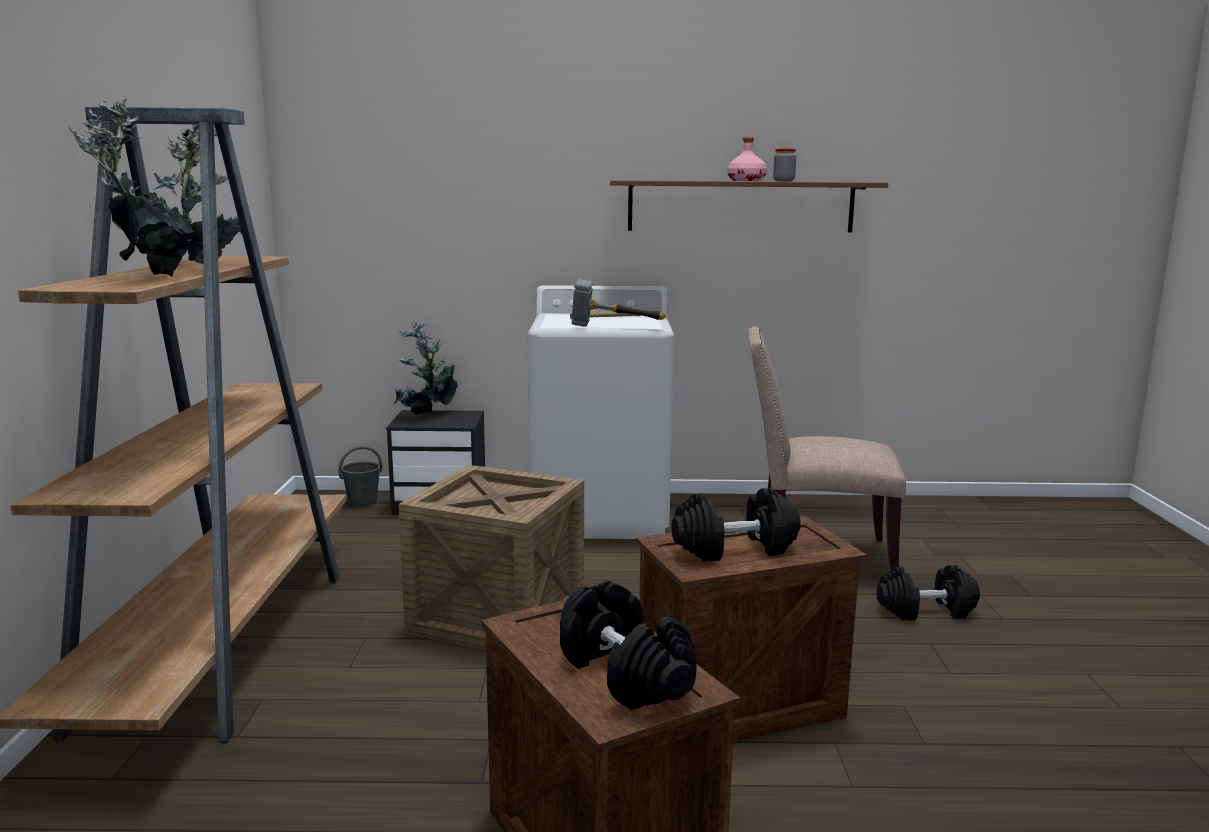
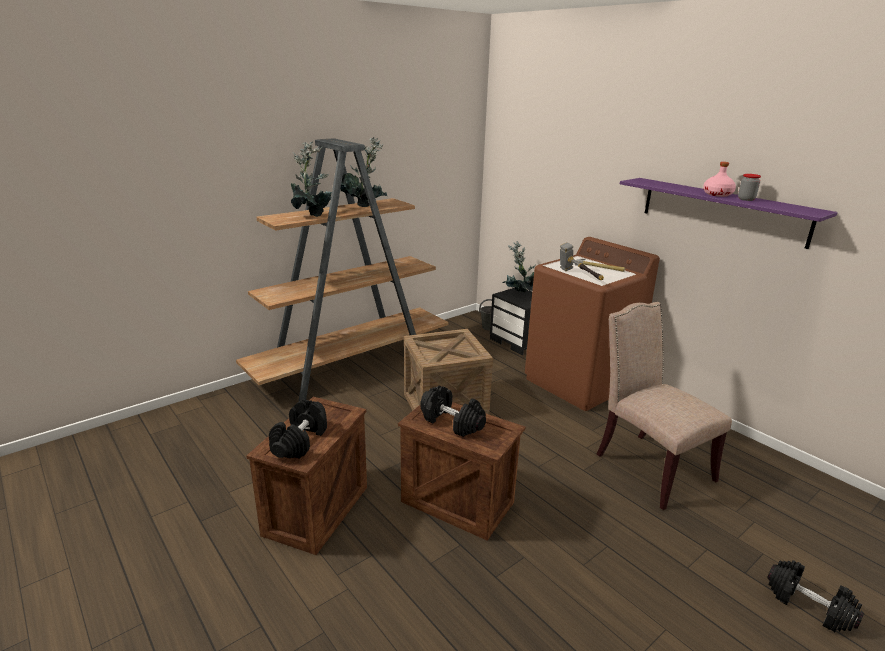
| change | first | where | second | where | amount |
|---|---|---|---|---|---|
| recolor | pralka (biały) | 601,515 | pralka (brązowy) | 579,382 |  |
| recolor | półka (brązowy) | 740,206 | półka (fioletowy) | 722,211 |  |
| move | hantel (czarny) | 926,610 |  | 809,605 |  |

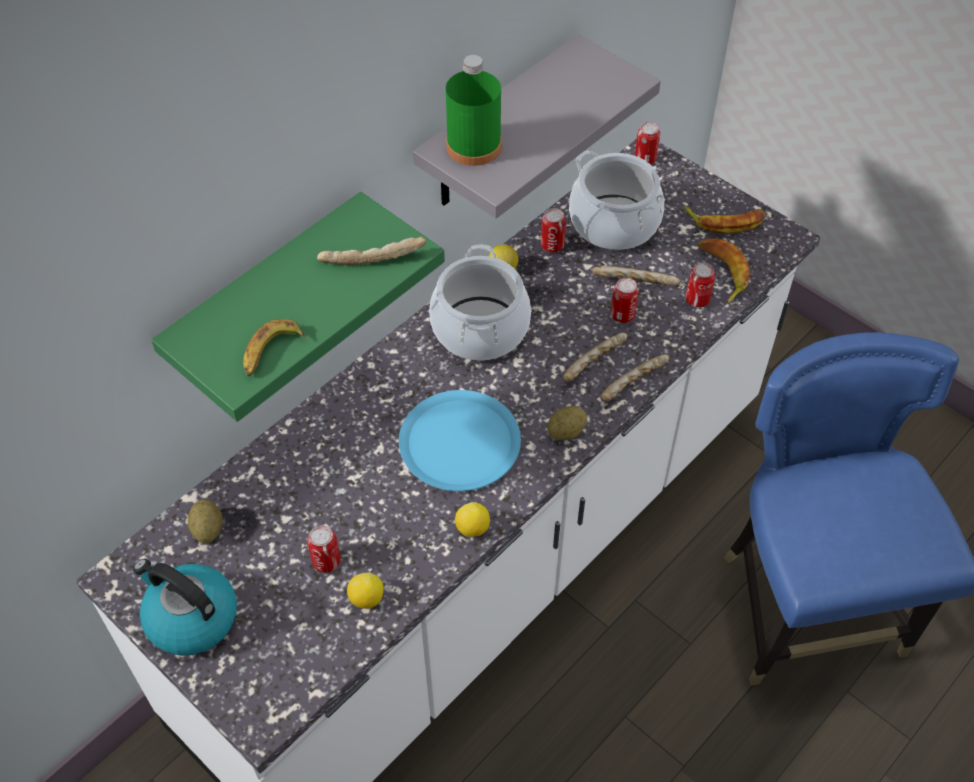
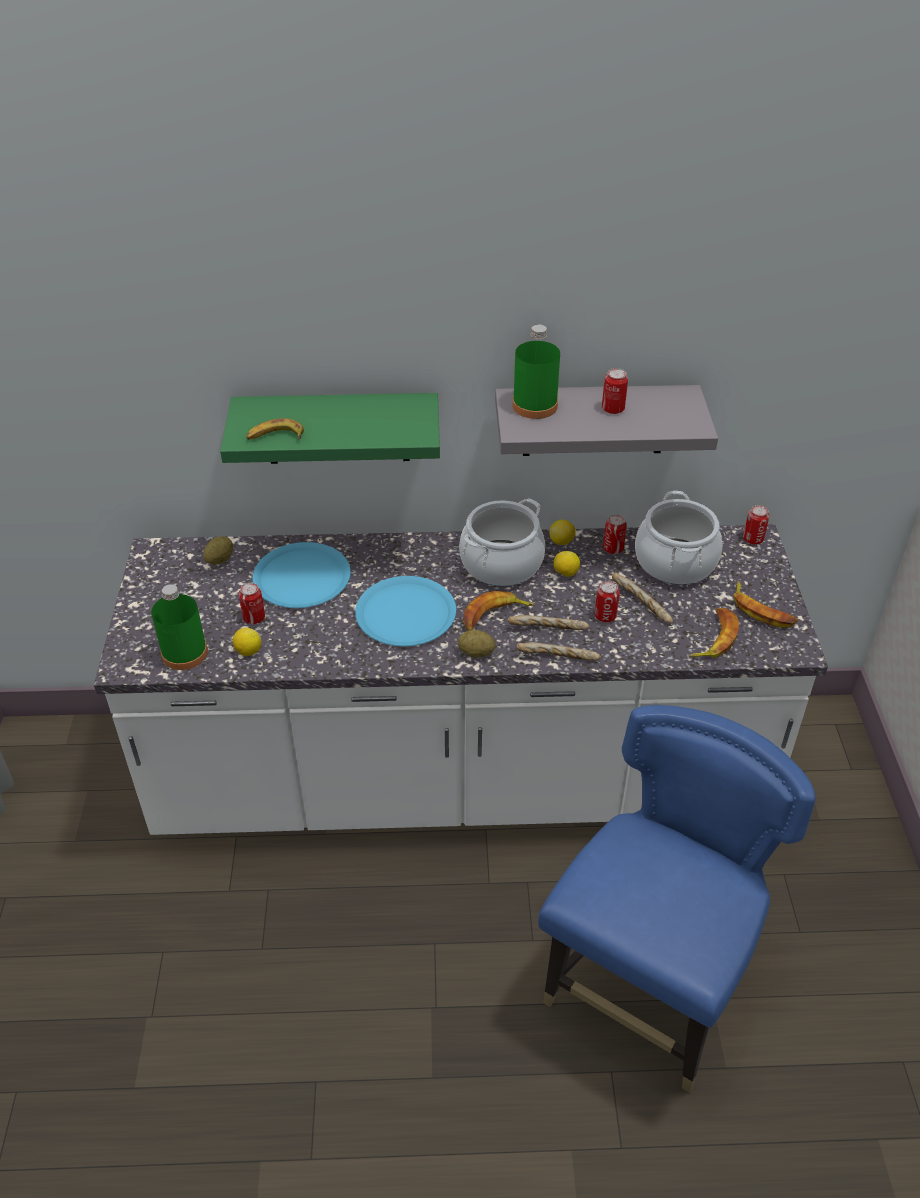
| change | first | where | second | where | amount |
|---|---|---|---|---|---|
| insert |  |  | butelka (zielony) | 184,653 |  |
| insert |  |  | talerz (niebieski) | 302,577 |  |
| insert |  |  | banan | 494,616 |  |
| move | cytryna | 472,528 |  | 565,573 |  |
| move | puszka | 697,300 |  | 613,409 |  |
| delete | czajnik | 190,618 |  |  |  |
| delete | chleb | 372,257 |  |  |  |

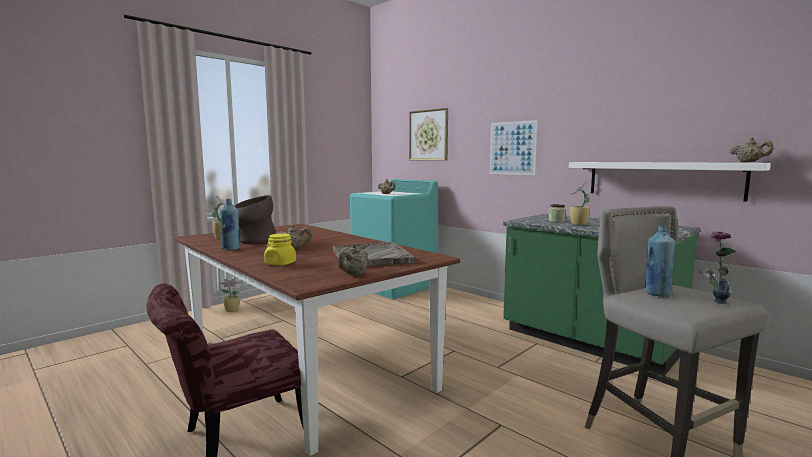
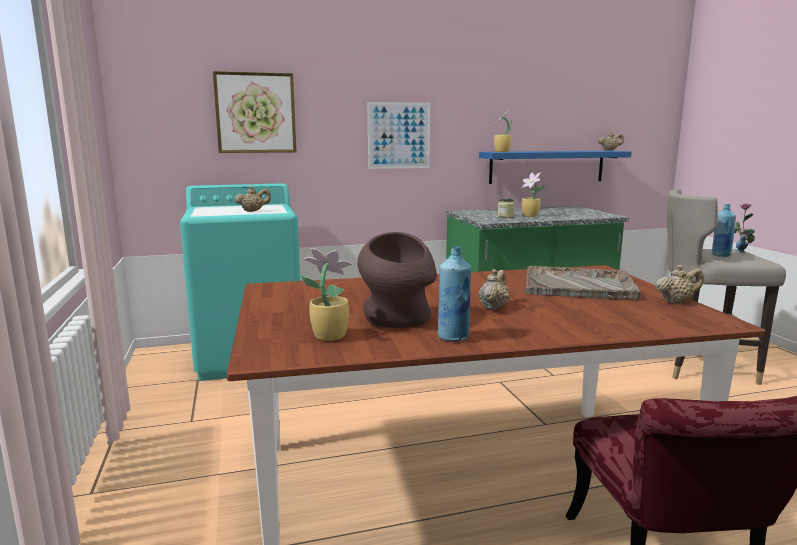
| change | first | where | second | where | amount |
|---|---|---|---|---|---|
| recolor | półka (biały) | 662,179 | półka (niebieski) | 547,166 |  |
| move | roślina doniczkowa | 231,310 |  | 502,152 |  |
| rotate | imbryk (beżowy) | 354,275 |  | 676,301 | 75 degrees counterclockwise |
| delete | słoik (żółty) | 280,263 |  |  |  |

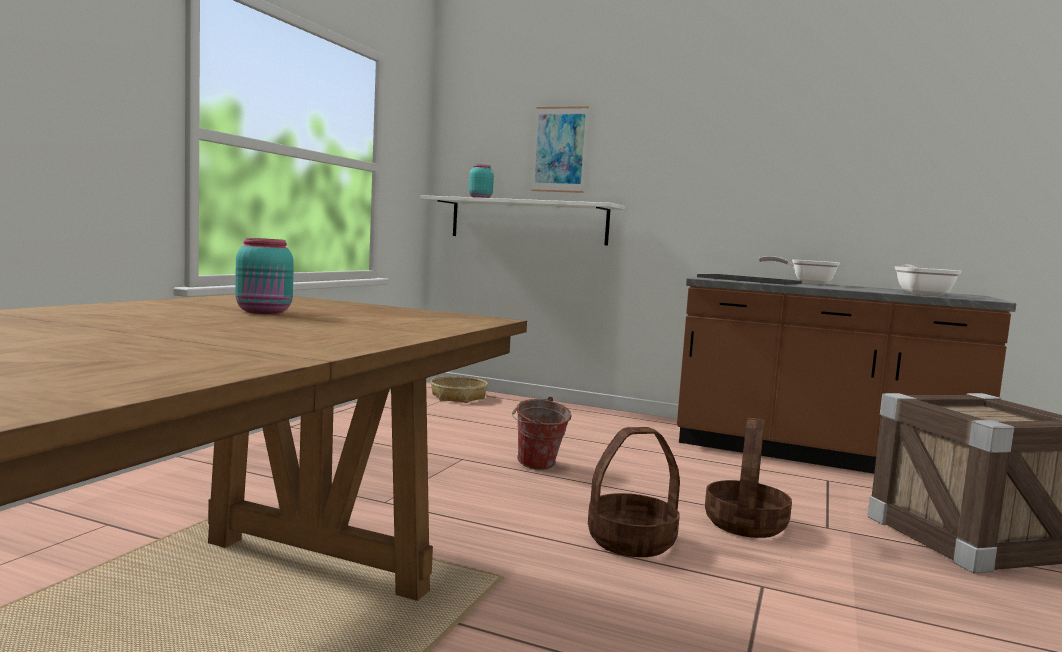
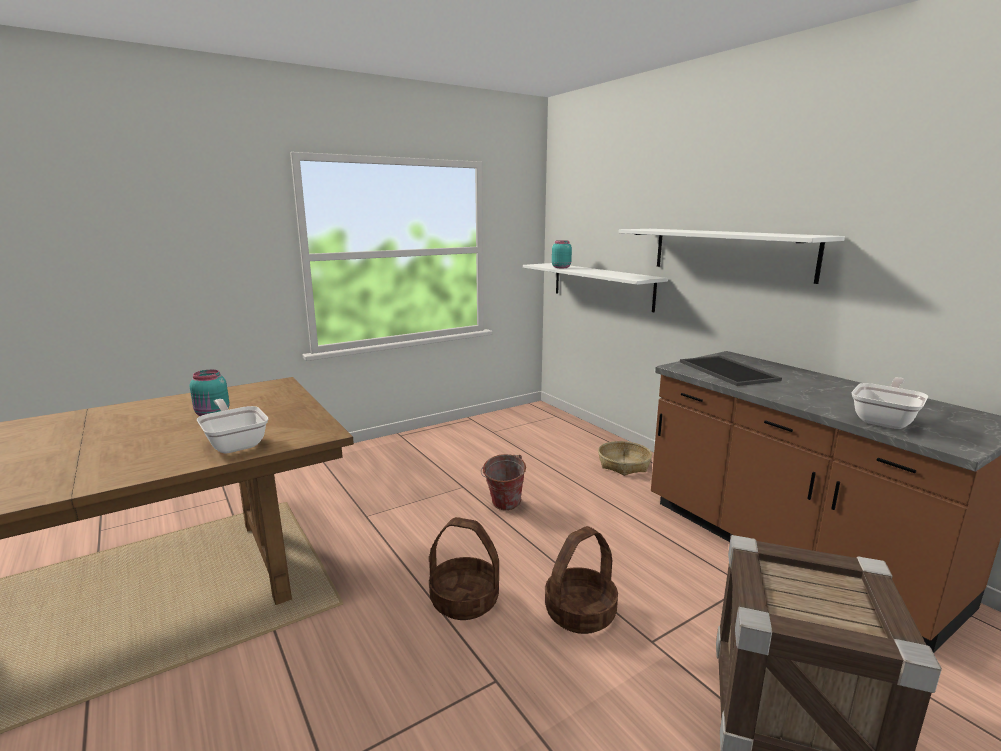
| change | first | where | second | where | amount |
|---|---|---|---|---|---|
| move | patelnia | 806,283 |  | 235,443 |  |
| move | koszyk | 458,397 |  | 623,464 |  |
| insert |  |  | półka (biały) | 729,253 |  |
| delete | obraz | 560,149 |  |  |  |

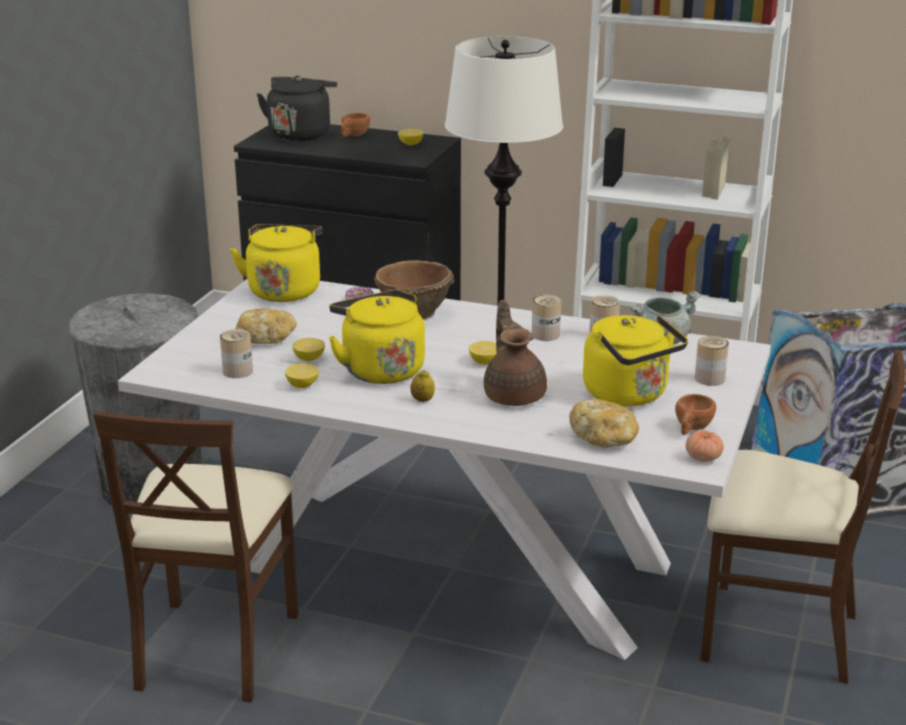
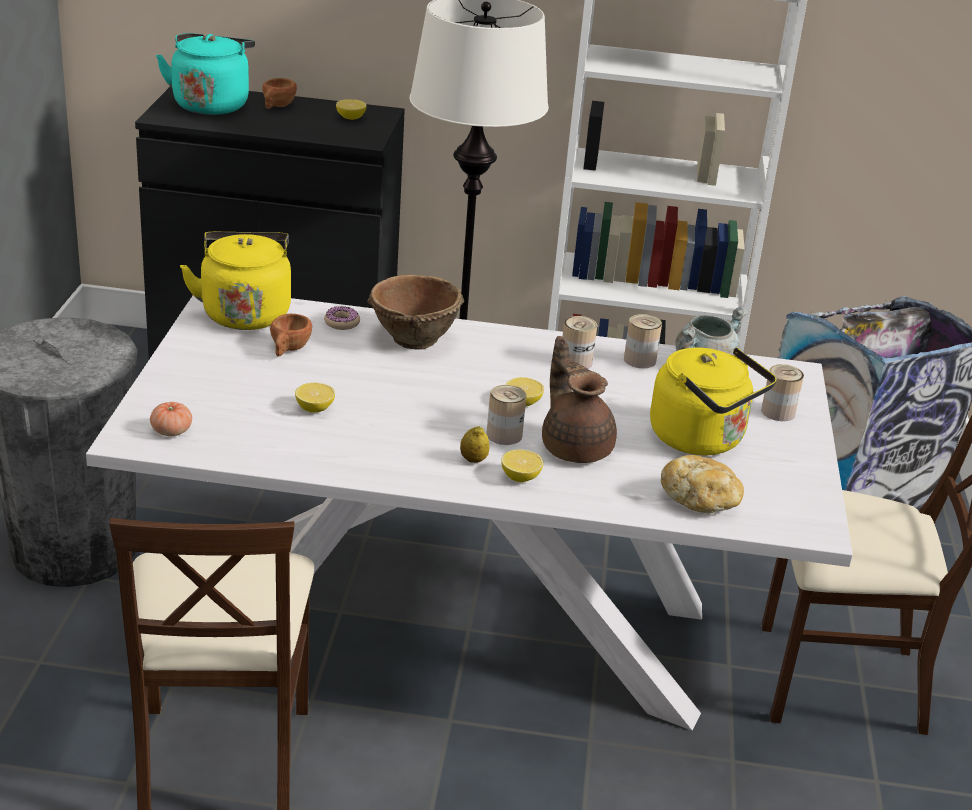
| change | first | where | second | where | amount |
|---|---|---|---|---|---|
| move | pomidor | 703,457 |  | 171,431 |  |
| recolor | czajnik (czarny) | 300,134 | czajnik (turkusowy) | 211,104 |  |
| move | filiżanka (brązowy) | 691,429 |  | 288,350 |  |
| move | puszka | 237,371 |  | 504,435 |  |
| move | cytryna | 302,385 |  | 520,477 |  |
| delete | chleb | 266,339 |  |  |  |
| delete | czajnik (żółty) | 380,369 |  |  |  |

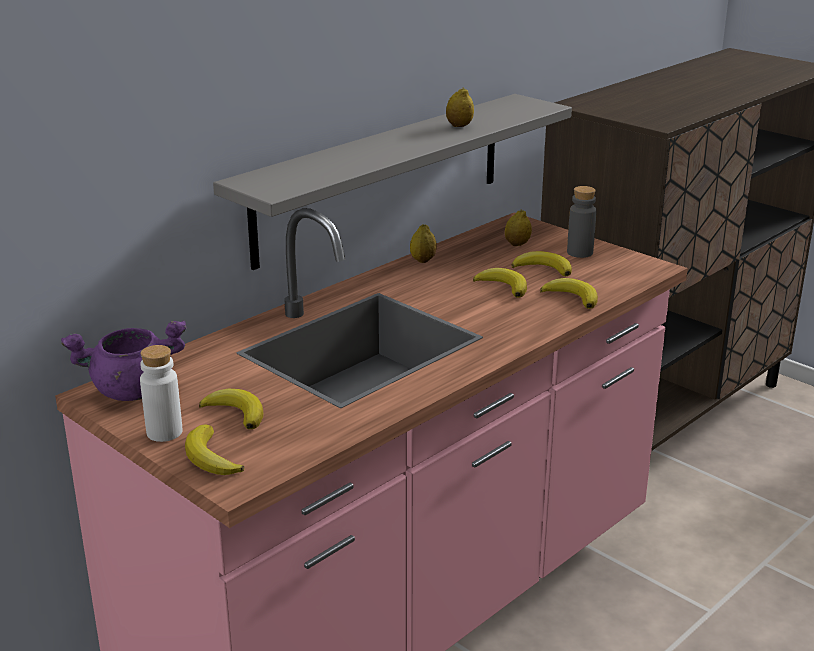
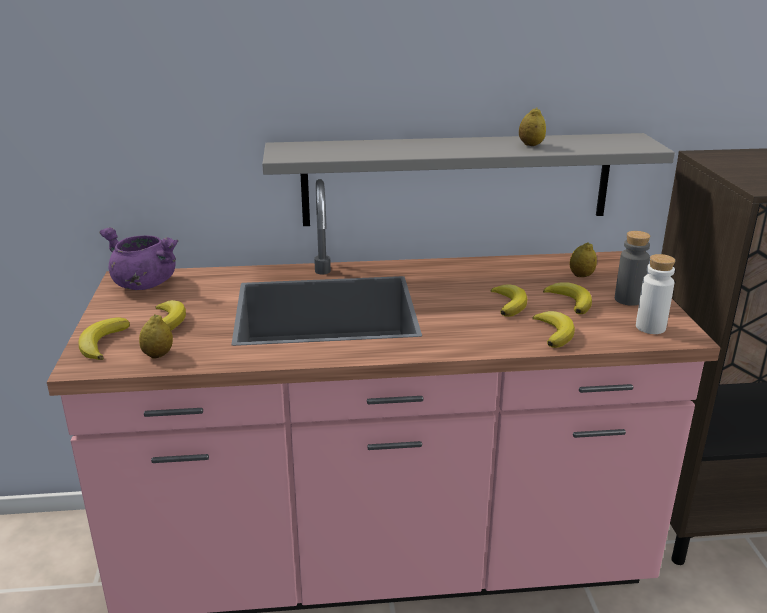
| change | first | where | second | where | amount |
|---|---|---|---|---|---|
| move | cytryna | 423,260 |  | 158,355 |  |
| move | butelka (biały) | 164,432 |  | 650,327 |  |

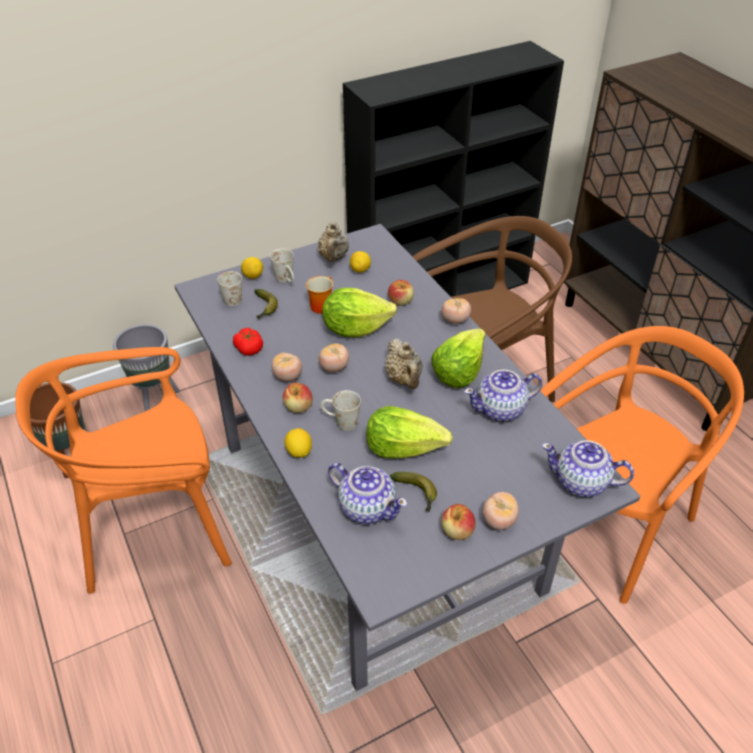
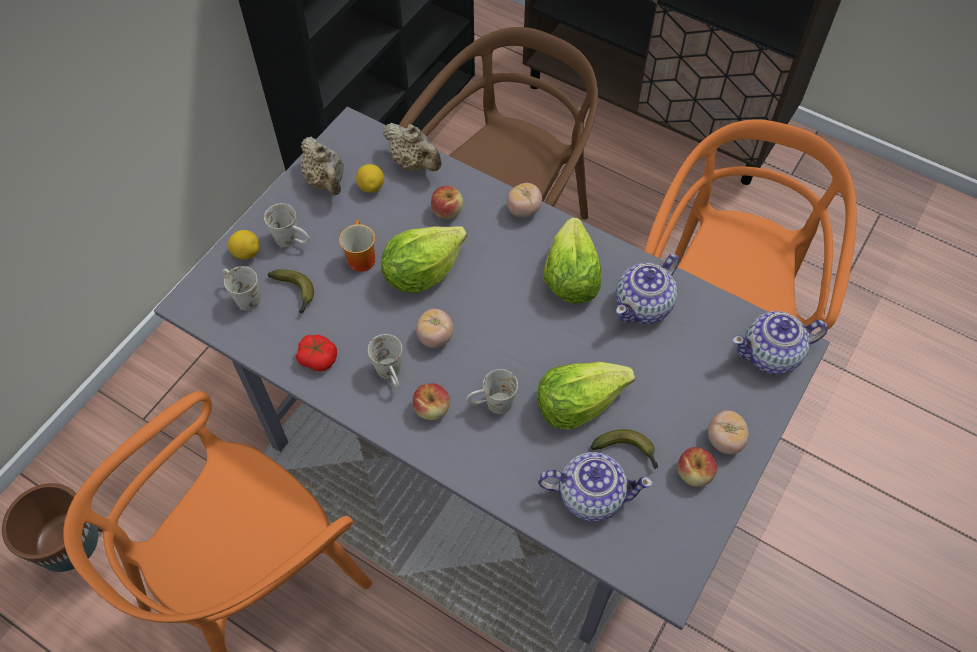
| change | first | where | second | where | amount |
|---|---|---|---|---|---|
| replace | pomidor | 287,376 | kubek (biały) | 391,375 |  |
| move | imbryk (beżowy) | 404,379 |  | 414,163 |  |
| delete | donica (szary) | 154,397 |  |  |  |
| delete | cytryna | 299,452 |  |  |  |

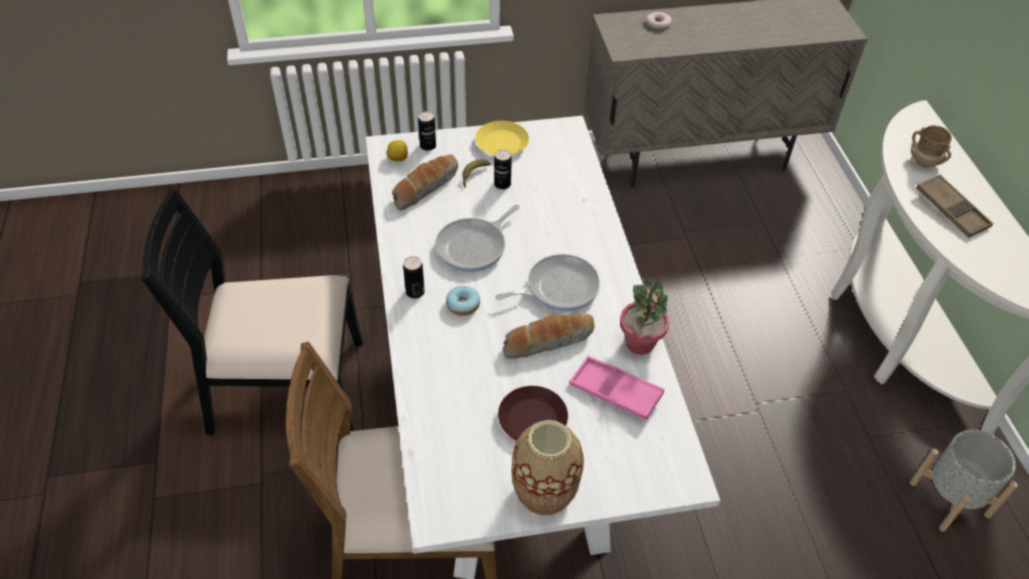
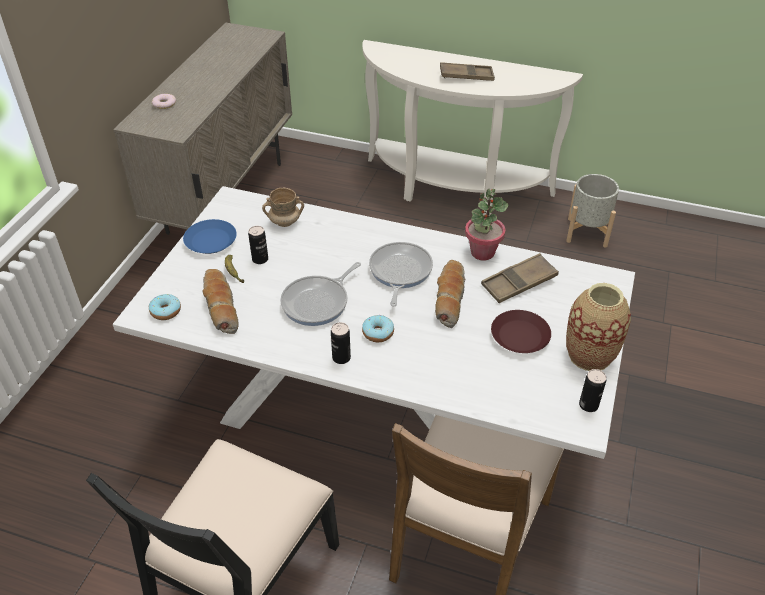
| change | first | where | second | where | amount |
|---|---|---|---|---|---|
| replace | cytryna | 398,158 | donut | 166,311 |  |
| recolor | talerz (żółty) | 502,143 | talerz (niebieski) | 211,241 |  |
| move | kubek (beżowy) | 923,161 |  | 284,222 |  |
| rotate | patelnia | 474,247 |  | 318,302 | 60 degrees clockwise |
| recolor | taca (różowy) | 615,391 | taca (brązowy) | 519,282 |  |
| move | puszka | 428,146 |  | 588,405 |  |

